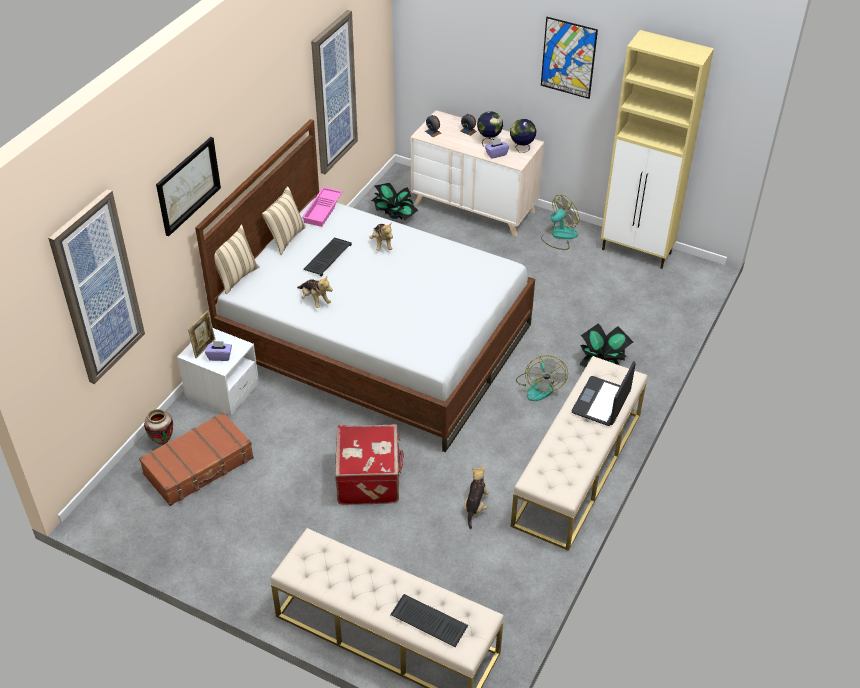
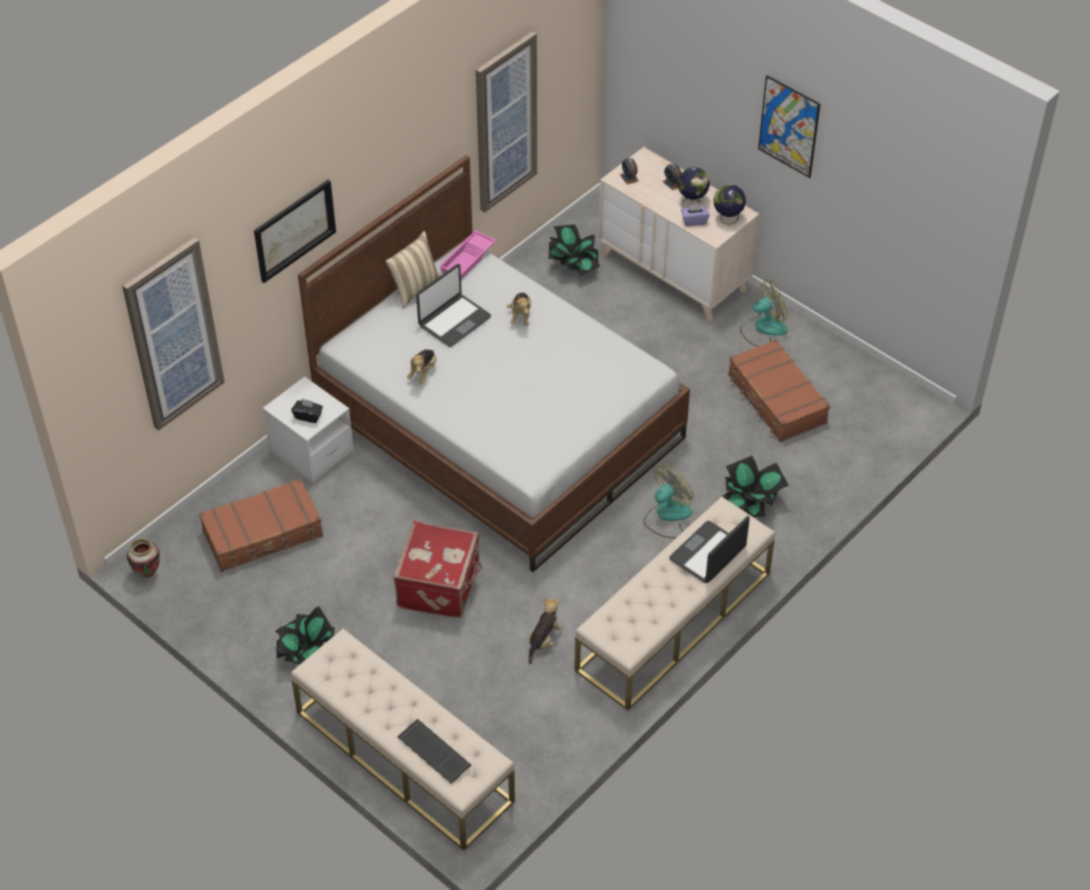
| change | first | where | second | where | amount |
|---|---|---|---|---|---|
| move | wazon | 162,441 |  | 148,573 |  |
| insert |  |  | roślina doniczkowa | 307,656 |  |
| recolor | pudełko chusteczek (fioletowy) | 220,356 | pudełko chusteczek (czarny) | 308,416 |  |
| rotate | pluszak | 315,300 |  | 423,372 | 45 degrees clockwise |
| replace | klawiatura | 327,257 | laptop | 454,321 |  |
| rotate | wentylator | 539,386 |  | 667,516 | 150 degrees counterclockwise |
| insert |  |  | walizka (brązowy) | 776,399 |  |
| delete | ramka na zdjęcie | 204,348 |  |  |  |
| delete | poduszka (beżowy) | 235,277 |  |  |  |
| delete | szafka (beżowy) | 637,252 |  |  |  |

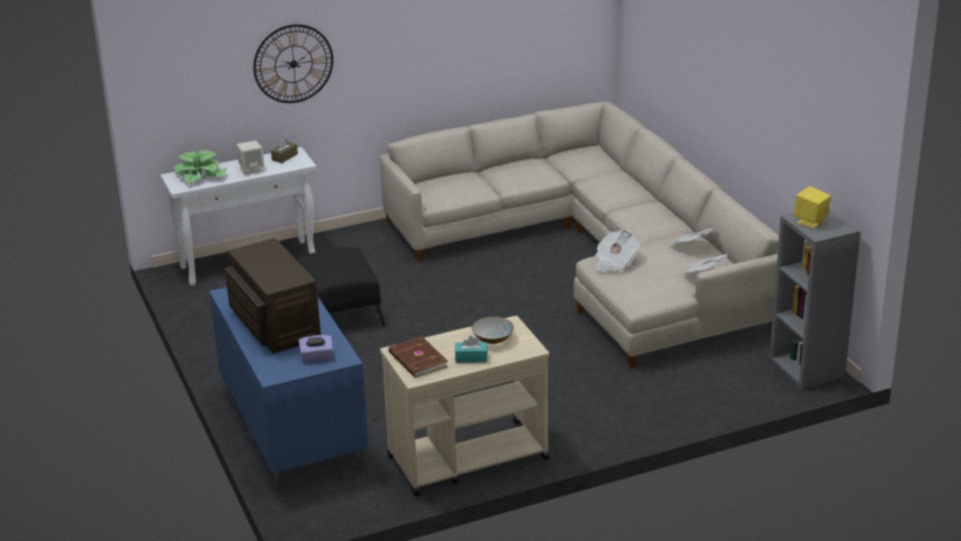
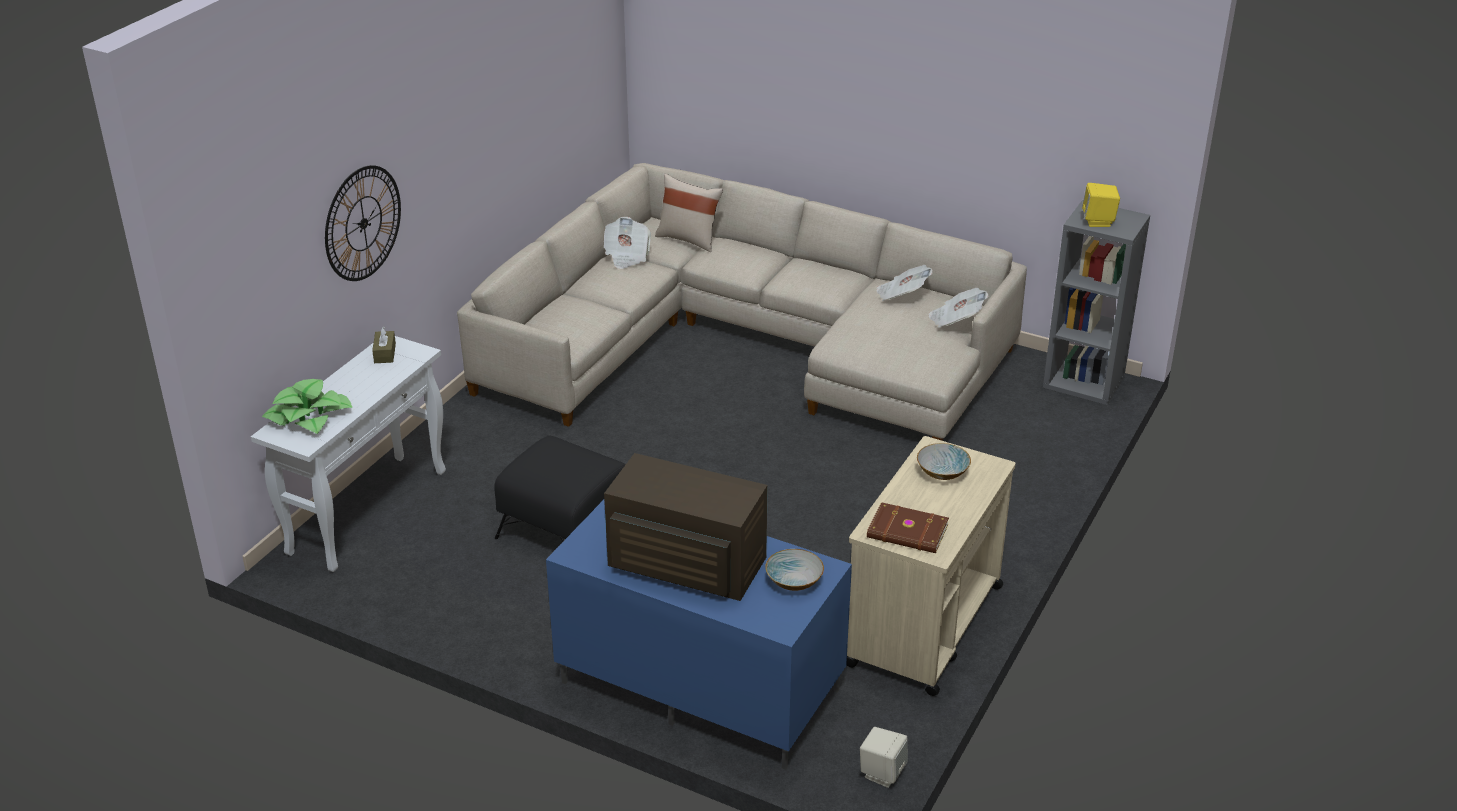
| change | first | where | second | where | amount |
|---|---|---|---|---|---|
| move | gazeta | 615,263 |  | 626,256 |  |
| insert |  |  | poduszka (beżowy) | 689,239 |  |
| replace | pudełko chusteczek (fioletowy) | 316,357 | miska | 794,580 |  |
| move | głośnik (beżowy) | 251,169 |  | 882,772 |  |
| delete | pudełko chusteczek (turkusowy) | 471,358 |  |  |  |

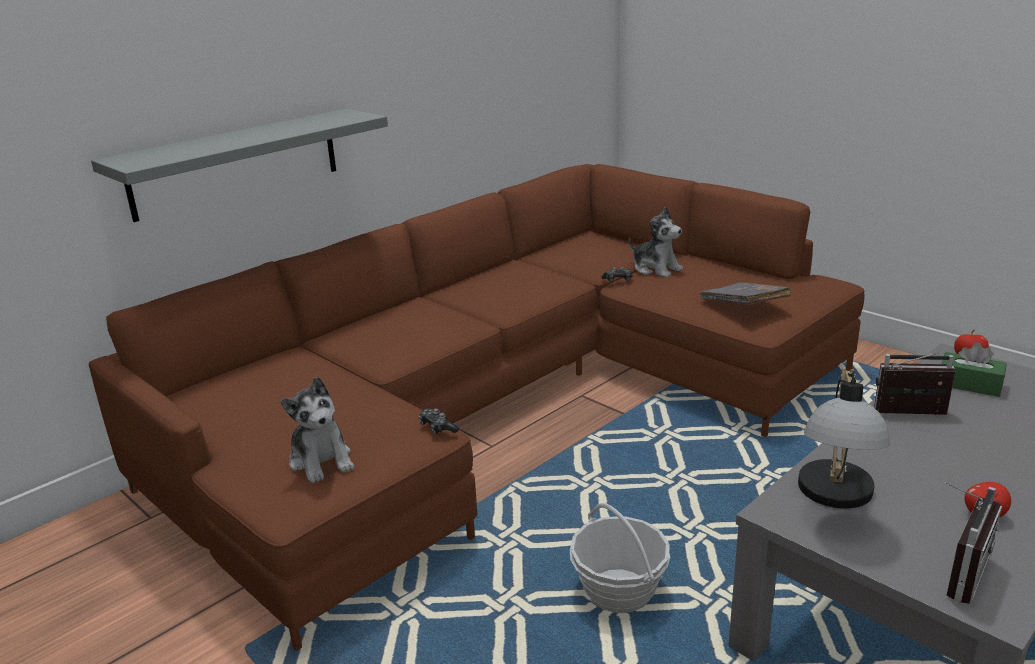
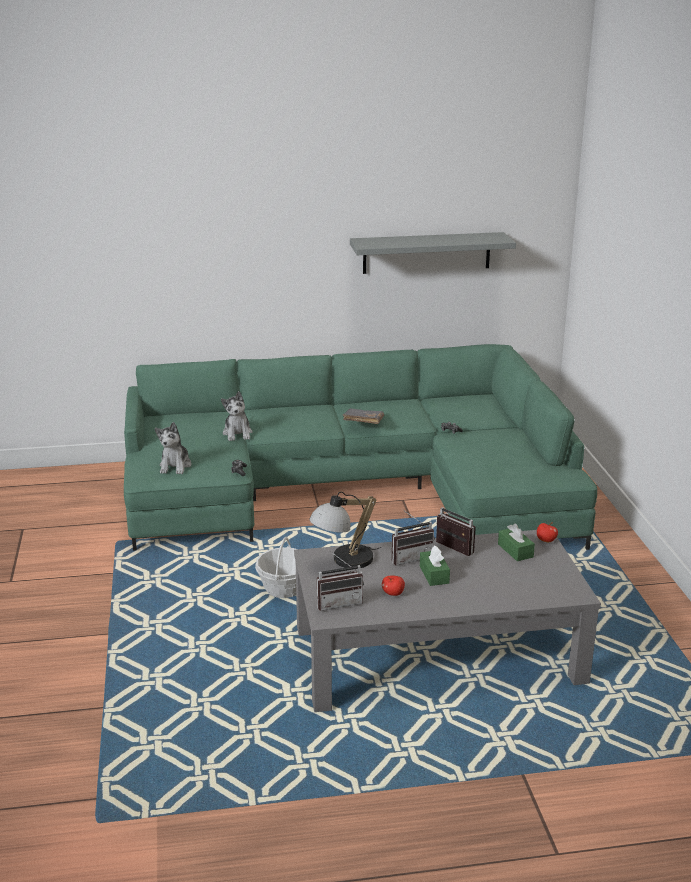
| change | first | where | second | where | amount |
|---|---|---|---|---|---|
| recolor | kanapa (brązowy) | 508,405 | kanapa (zielony) | 355,489 |  |
| move | pluszak | 656,269 |  | 237,433 |  |
| move | książka (szary) | 743,306 |  | 363,424 |  |
| move | półka (szary) | 236,163 |  | 426,253 |  |
| insert |  |  | radio | 410,557 |  |
| insert |  |  | pudełko chusteczek (zielony) | 434,574 |  |

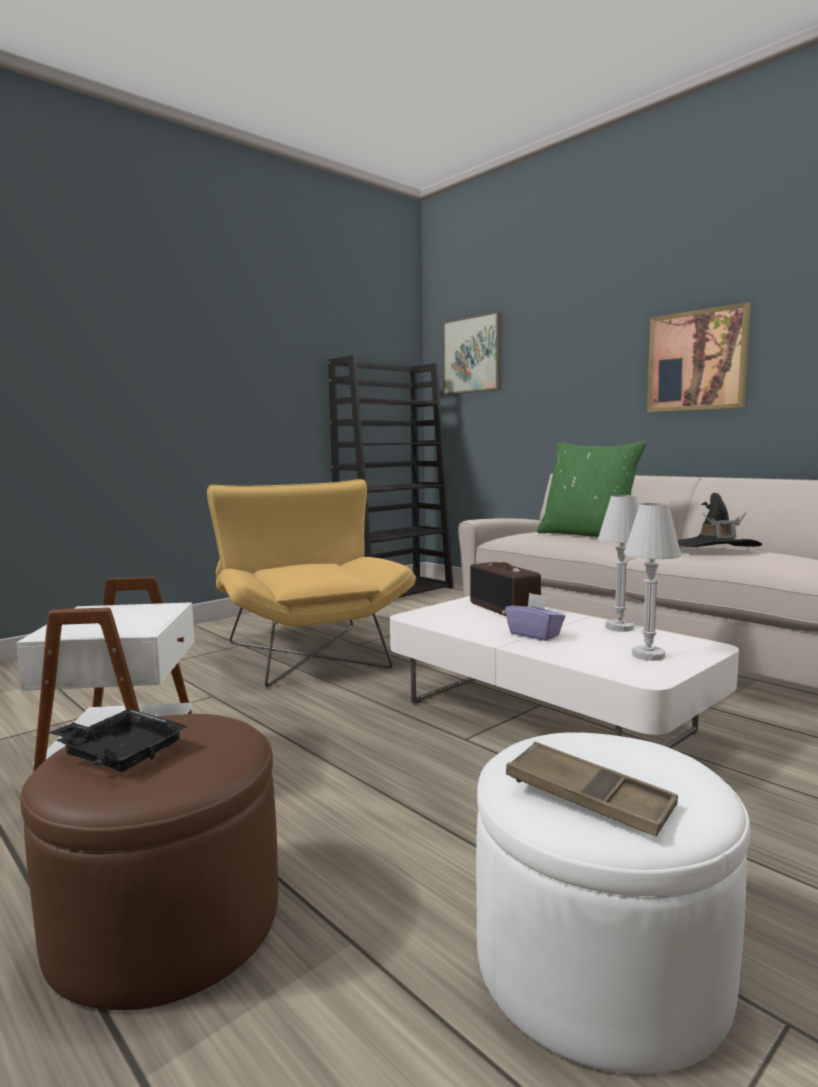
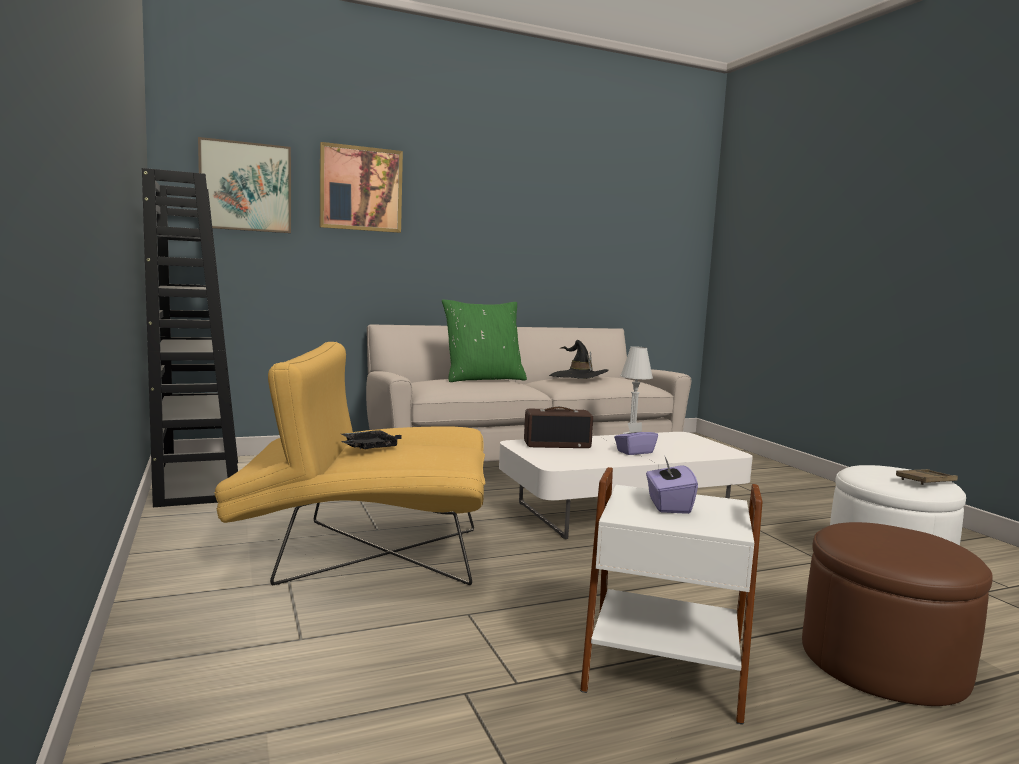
| change | first | where | second | where | amount |
|---|---|---|---|---|---|
| move | obraz | 697,361 |  | 361,189 |  |
| move | taca (czarny) | 120,753 |  | 368,448 |  |
| insert |  |  | pudełko chusteczek (fioletowy) | 668,505 |  |
| delete | lampa stołowa (biały) | 648,655 |  |  |  |

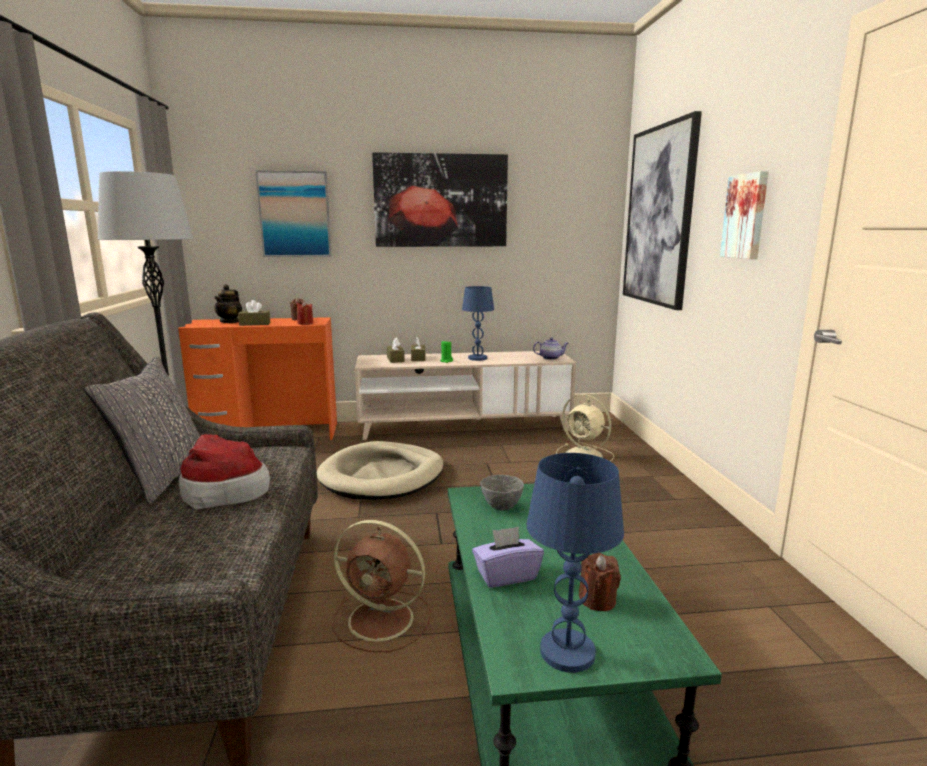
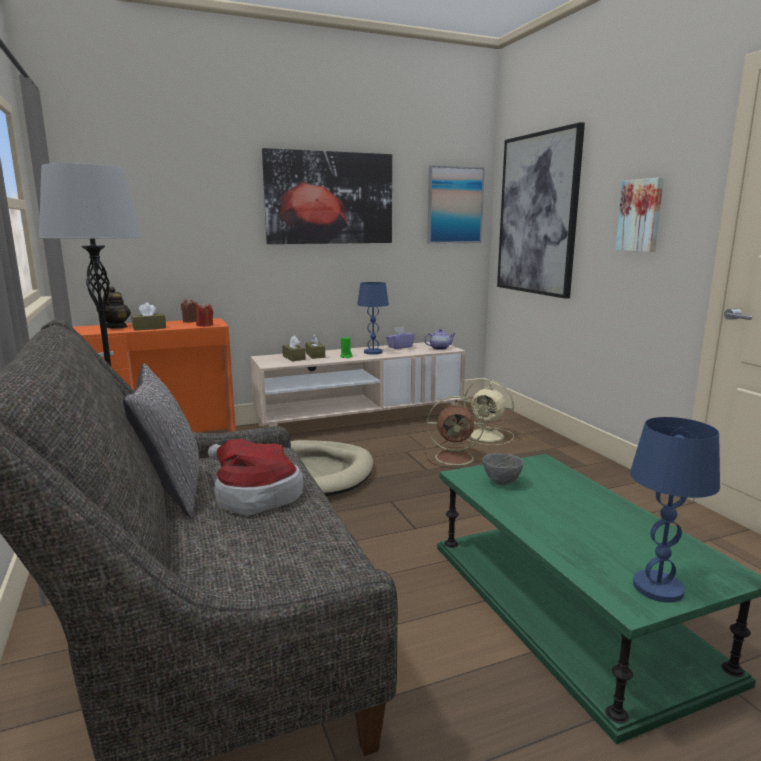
| change | first | where | second | where | amount |
|---|---|---|---|---|---|
| move | pudełko chusteczek (fioletowy) | 506,575 |  | 400,347 |  |
| move | wentylator (brązowy) | 383,620 |  | 456,458 |  |
| move | obraz | 295,214 |  | 454,205 |  |
| delete | świeca (brązowy) | 597,600 |  |  |  |

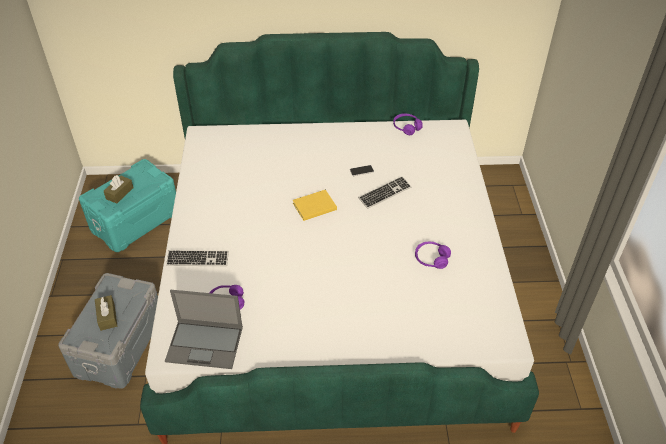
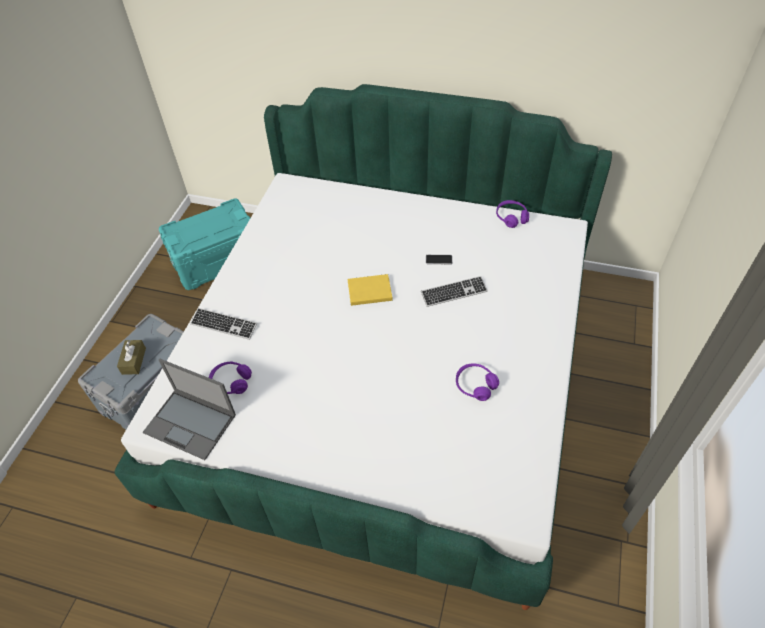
| change | first | where | second | where | amount |
|---|---|---|---|---|---|
| delete | pudełko chusteczek (brązowy) | 119,193 |  |  |  |

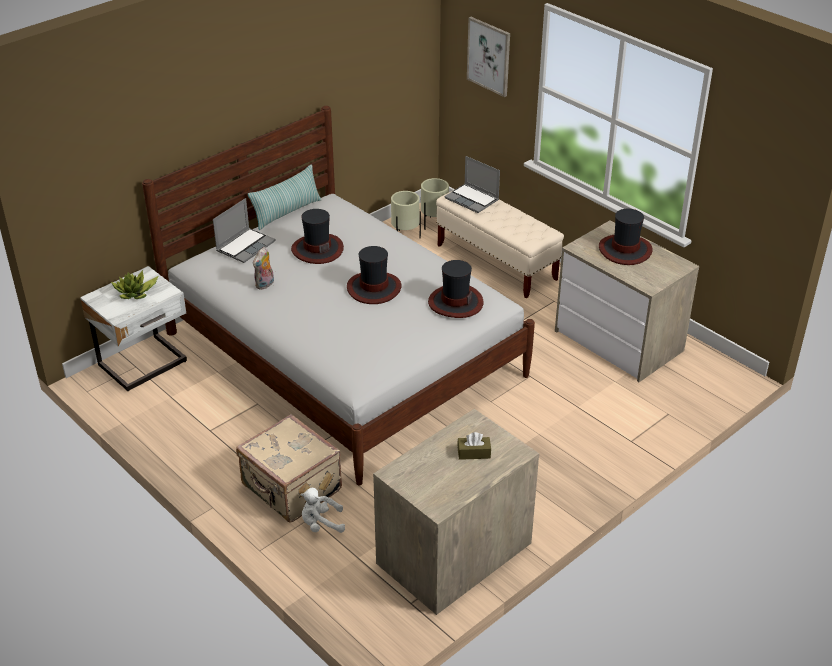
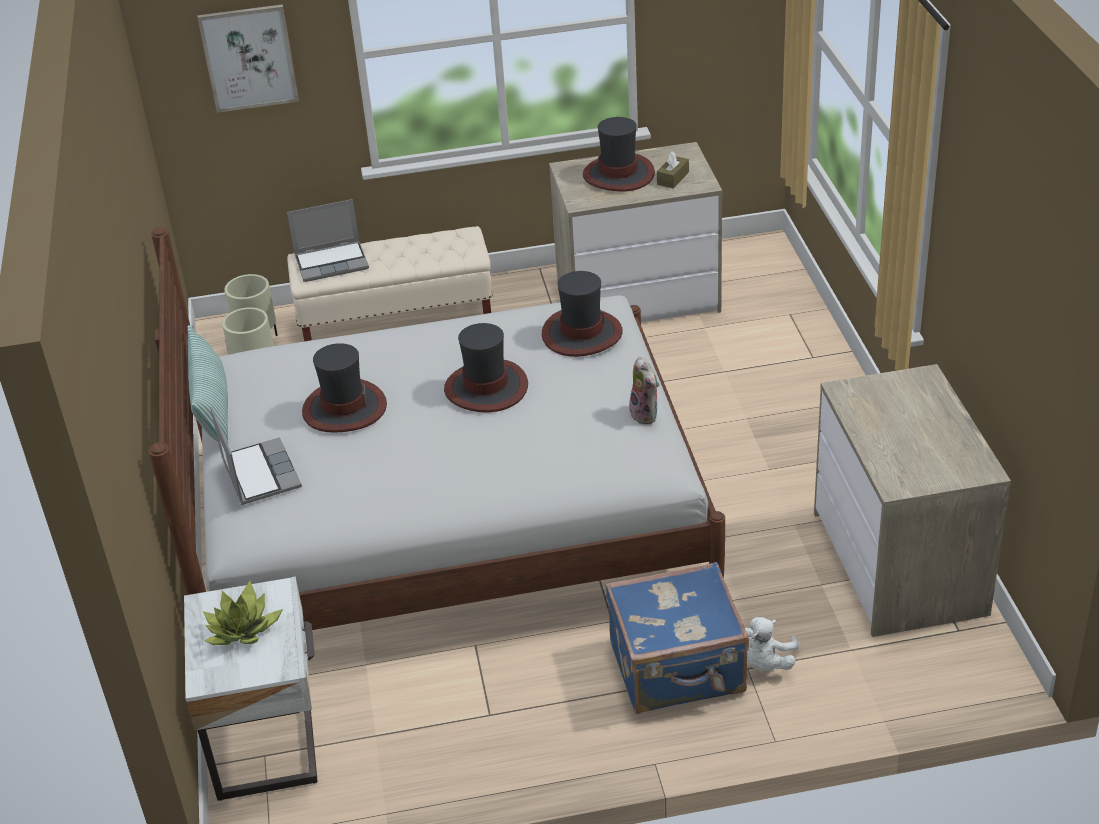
| change | first | where | second | where | amount |
|---|---|---|---|---|---|
| recolor | walizka (beżowy) | 290,489 | walizka (niebieski) | 678,670 |  |
| move | pluszak | 265,285 |  | 646,414 |  |
| move | pudełko chusteczek (brązowy) | 474,453 |  | 673,178 |  |

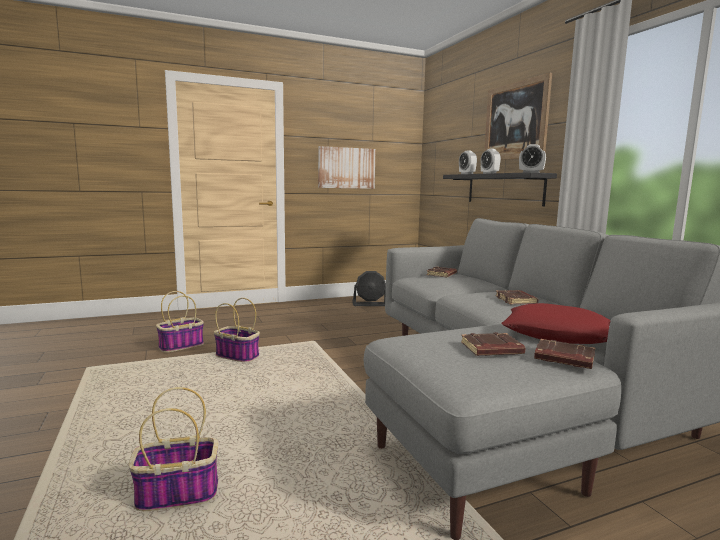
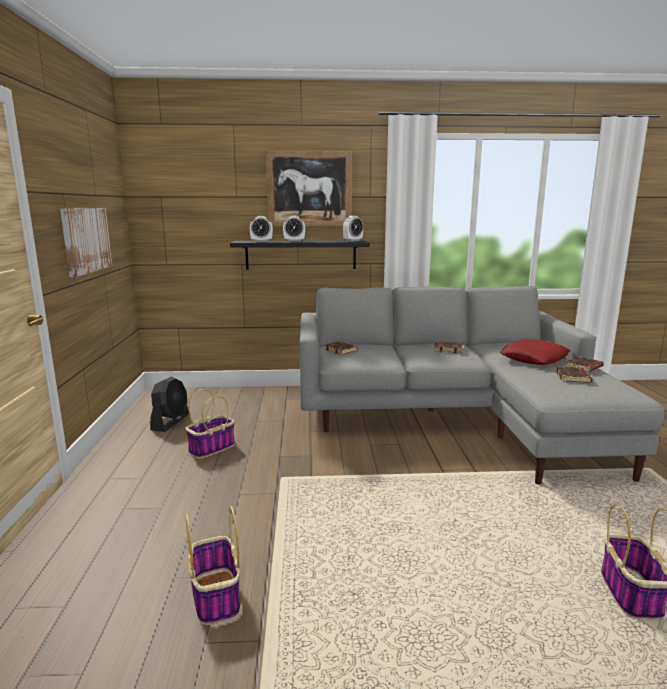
| change | first | where | second | where | amount |
|---|---|---|---|---|---|
| move | koszyk | 238,356 |  | 212,448 |  |

